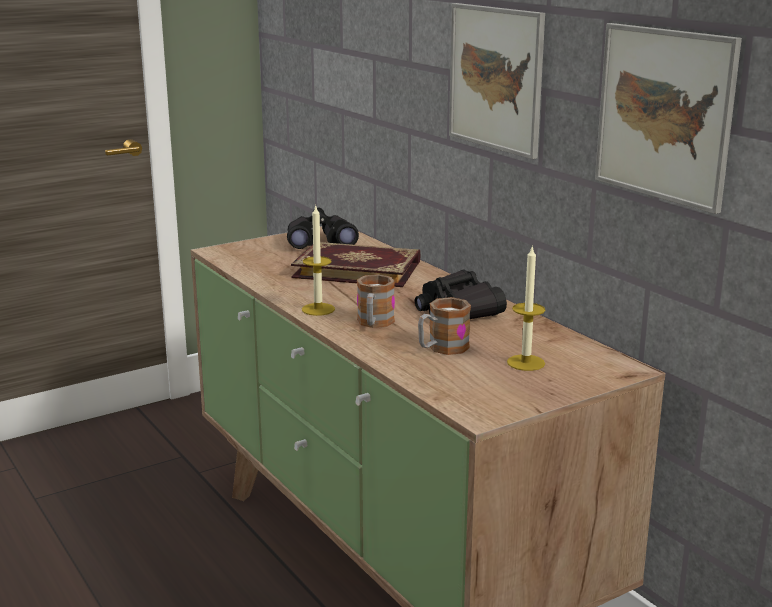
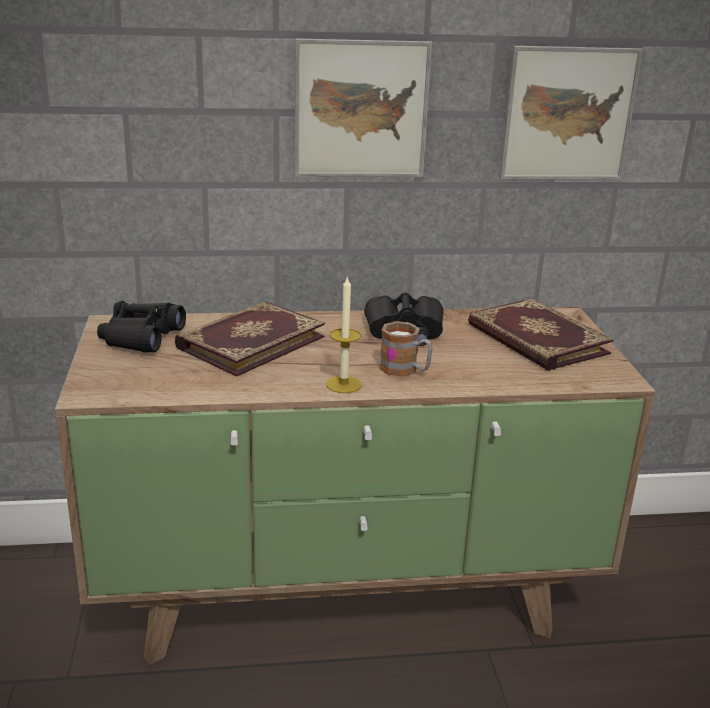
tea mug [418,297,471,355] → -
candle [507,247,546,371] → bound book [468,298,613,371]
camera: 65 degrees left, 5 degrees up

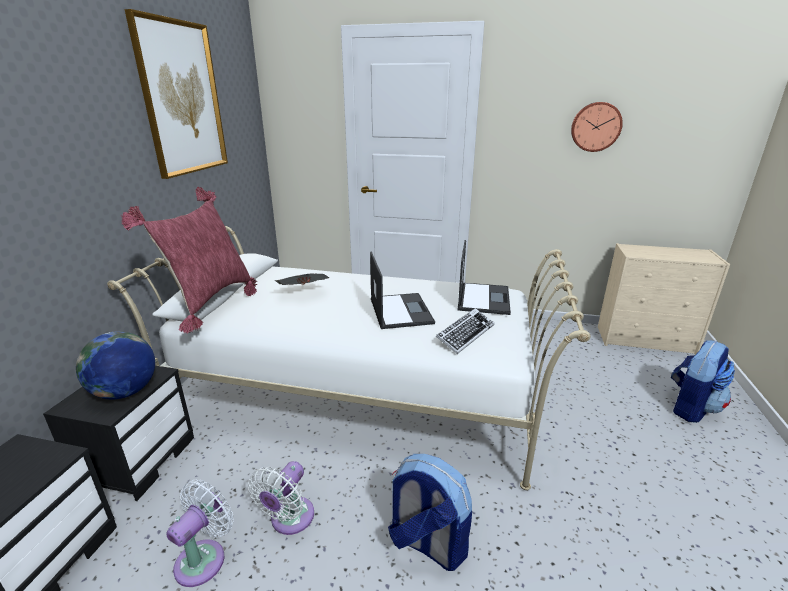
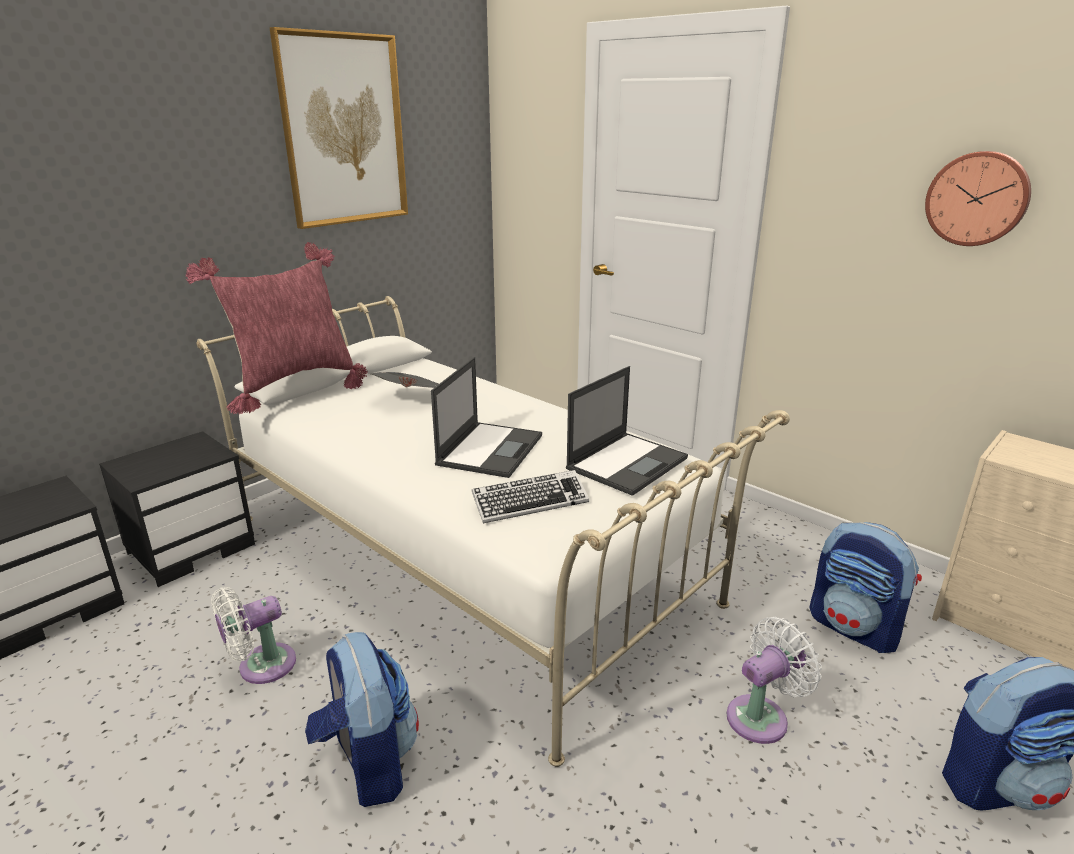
globe [76,331,155,399] → -
- → rucksack [809,522,922,653]
white fan [166,480,234,587] → white fan [727,617,822,744], moved
camera: 30 degrees right, 0 degrees up

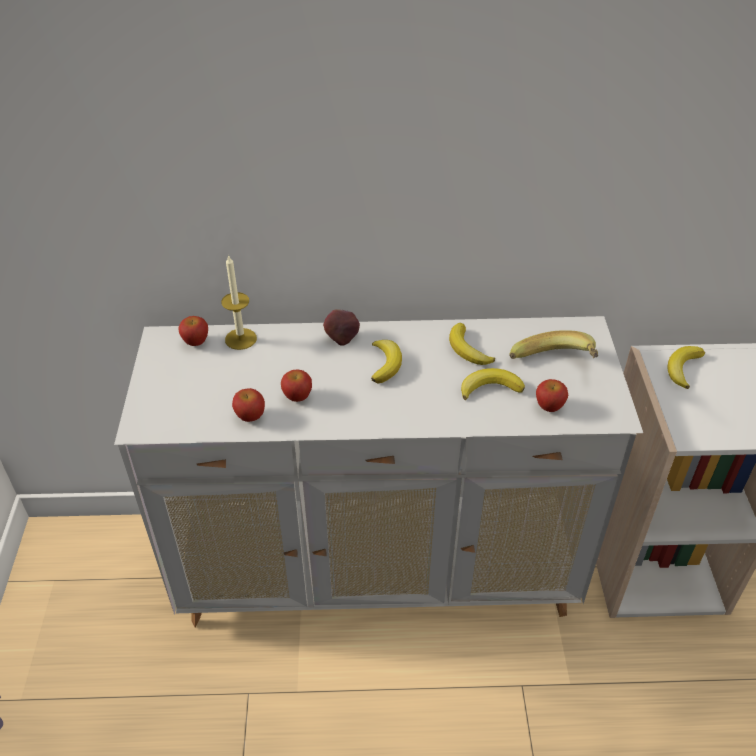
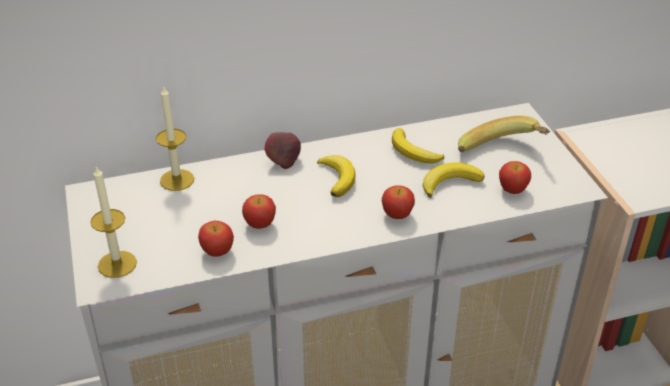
whole banana [667,346,705,389] → -
- → candle [90,165,137,278]
whole apple [179,316,208,346] → whole apple [382,185,415,219], moved
camera: 15 degrees left, 5 degrees down

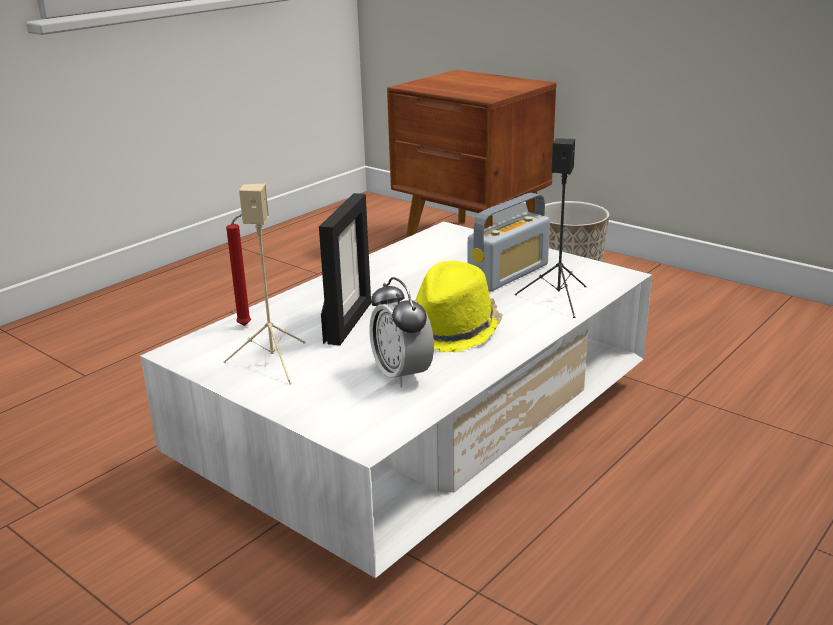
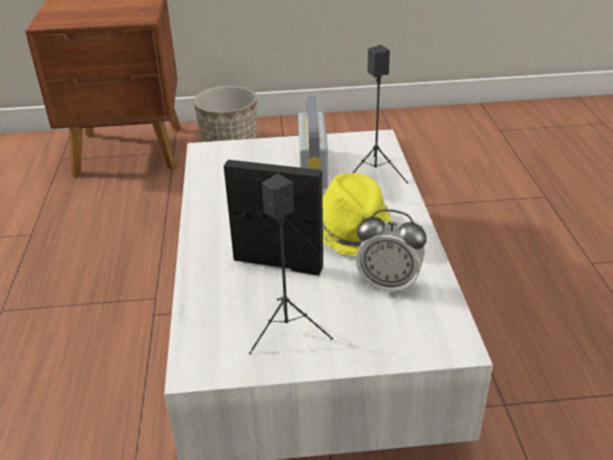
red-coloured candle [226,214,251,326] → -
beige-coloured audio speaker [223,184,306,385] → blackish audio speaker [249,173,333,354]
standing frame [319,193,371,345] → standing frame [224,160,323,276], 45 degrees counterclockwise
camera: 45 degrees left, 10 degrees up

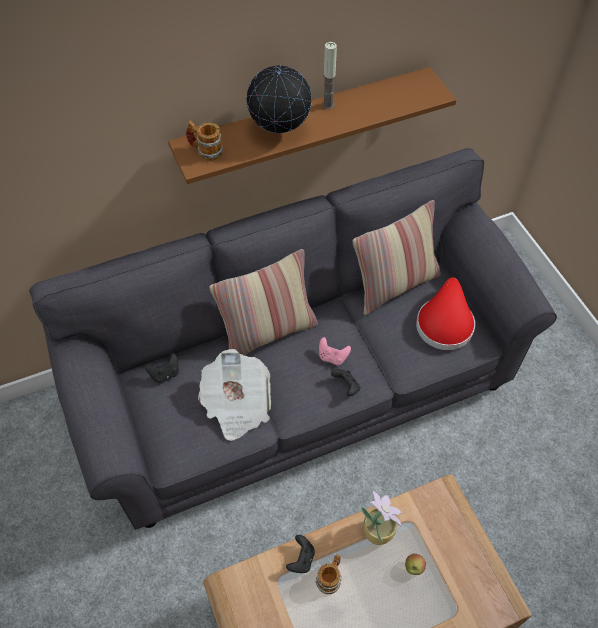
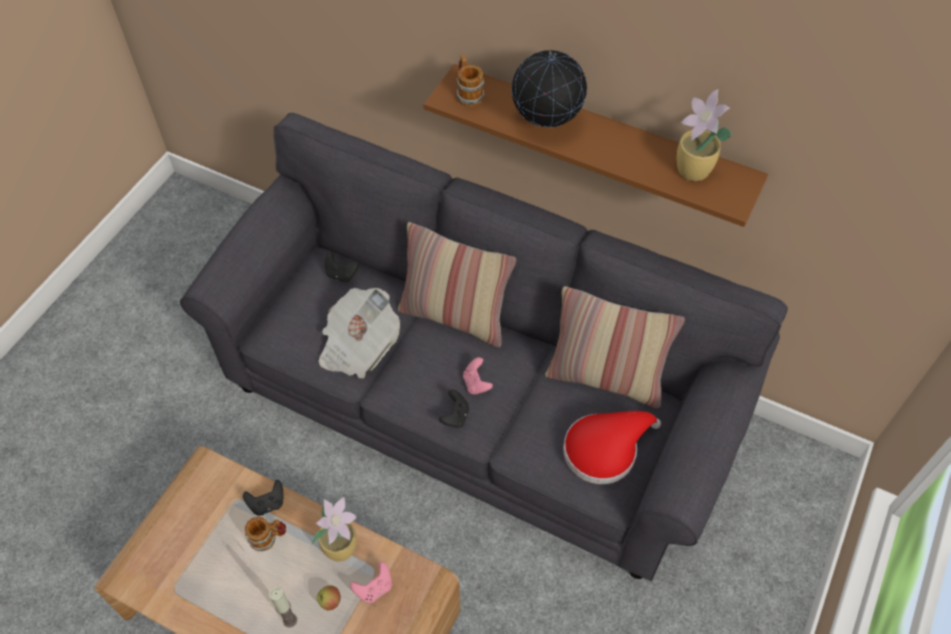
- → pink-coloured joypad [350,561,392,603]
- → houseplant [677,89,731,181]
candle [322,42,337,109] → candle [269,587,297,628], moved
camera: 50 degrees right, 0 degrees up

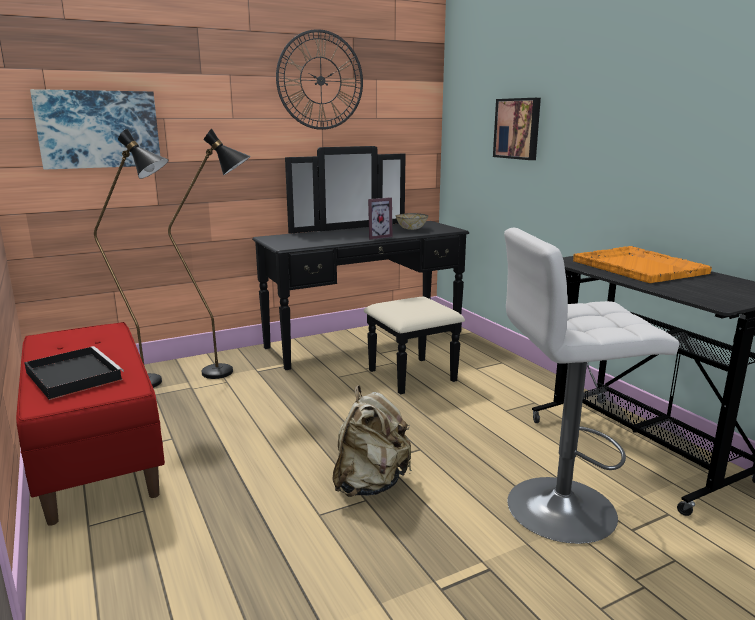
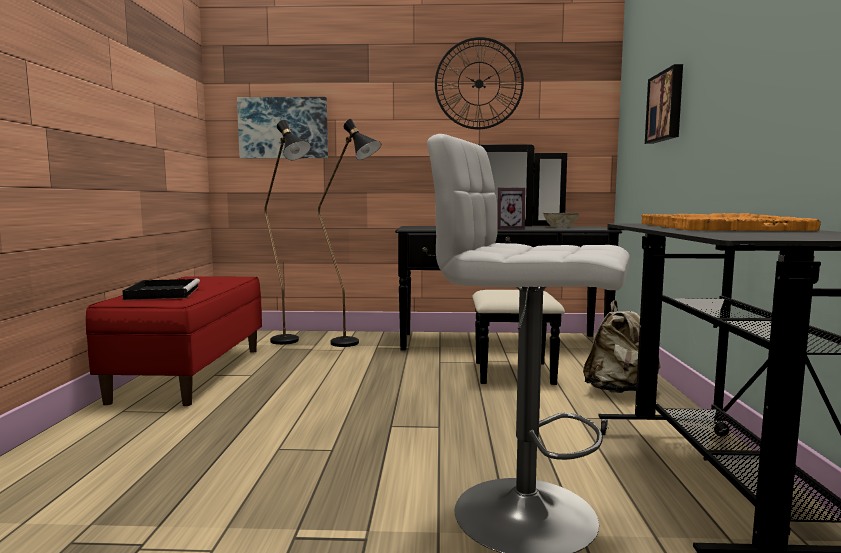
beige-coloured rucksack [332,385,412,497] → beige-coloured rucksack [583,300,661,393], moved
camera: 30 degrees right, 10 degrees down

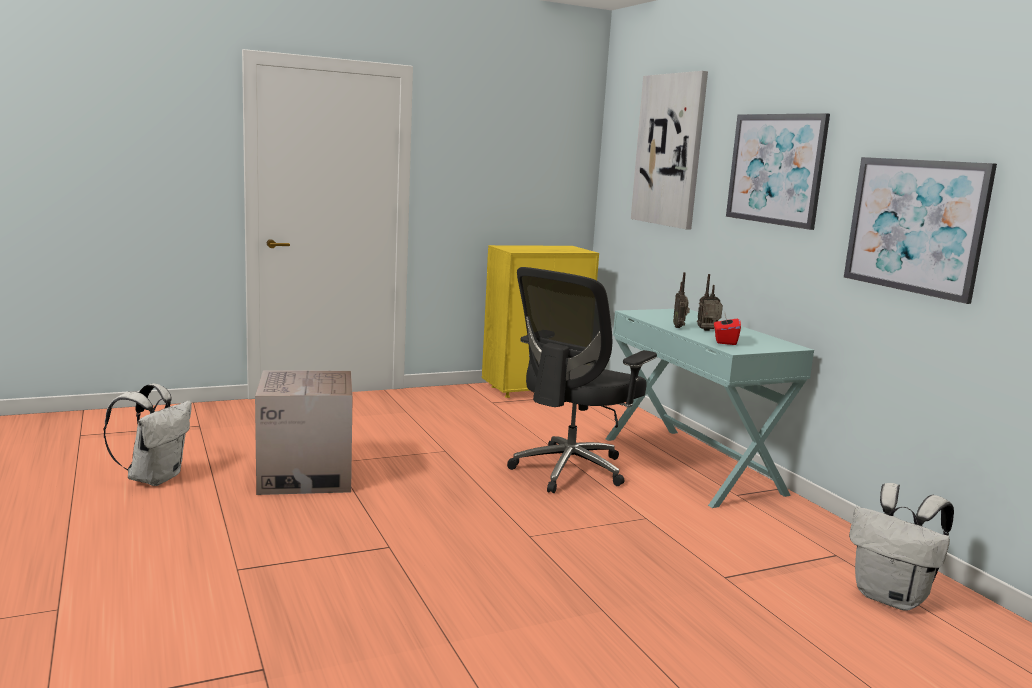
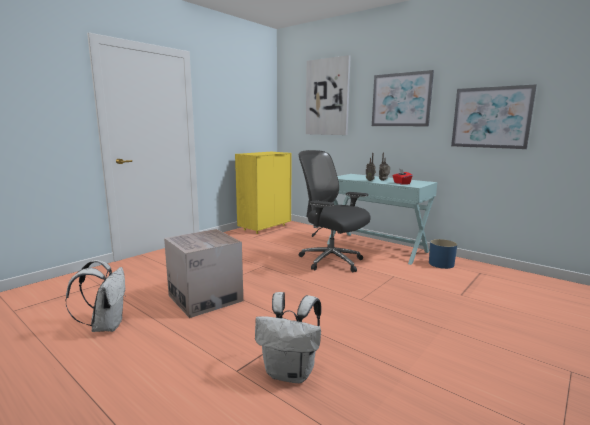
- → blue-coloured plant pot [429,239,457,269]
white rucksack [849,483,954,611] → white rucksack [255,292,321,383], moved
computer chair [507,267,657,493] → computer chair [299,150,371,272], 120 degrees clockwise
camera: 25 degrees left, 0 degrees up

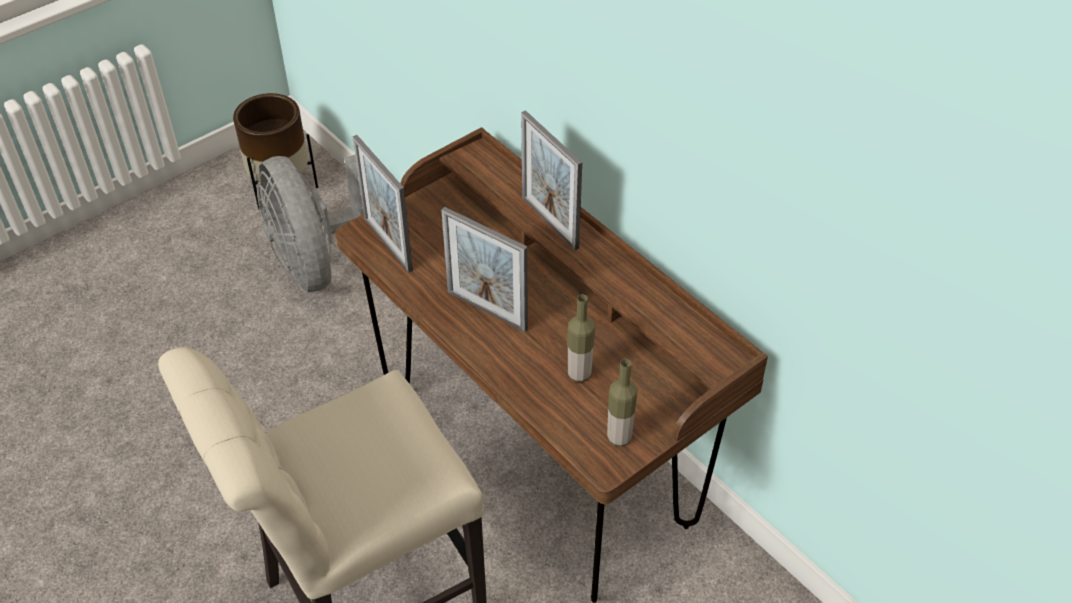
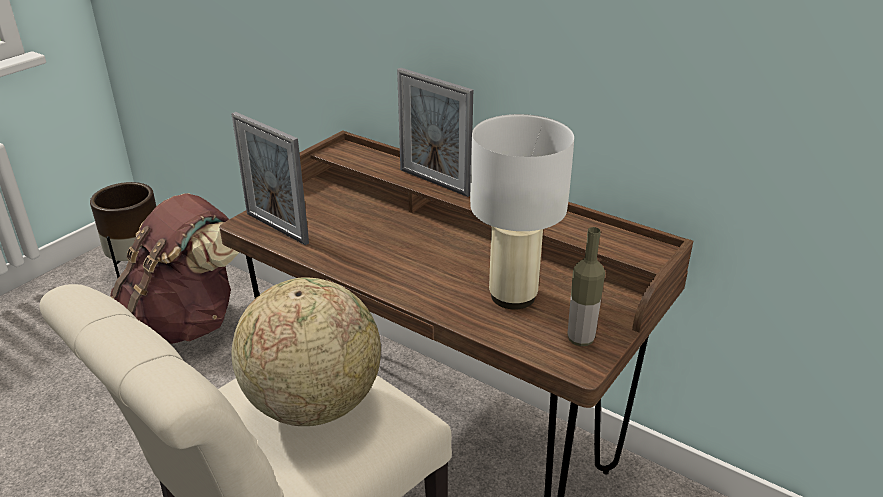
standing frame [441,207,528,332] → -
- → globe [232,277,381,426]
greyish fan [257,155,364,292] → brown rucksack [110,193,239,344]
bottle [568,294,595,382] → white table lamp [470,114,574,310]
camera: 15 degrees left, 15 degrees down

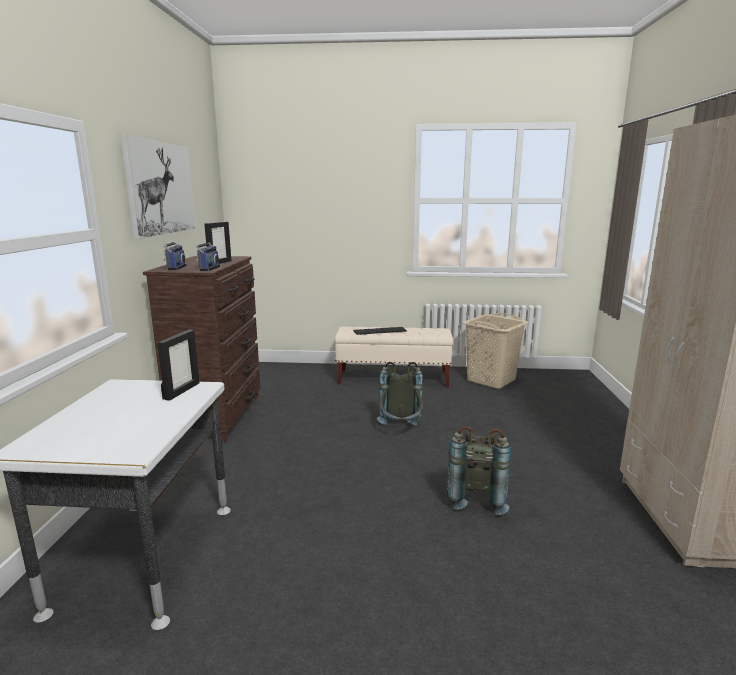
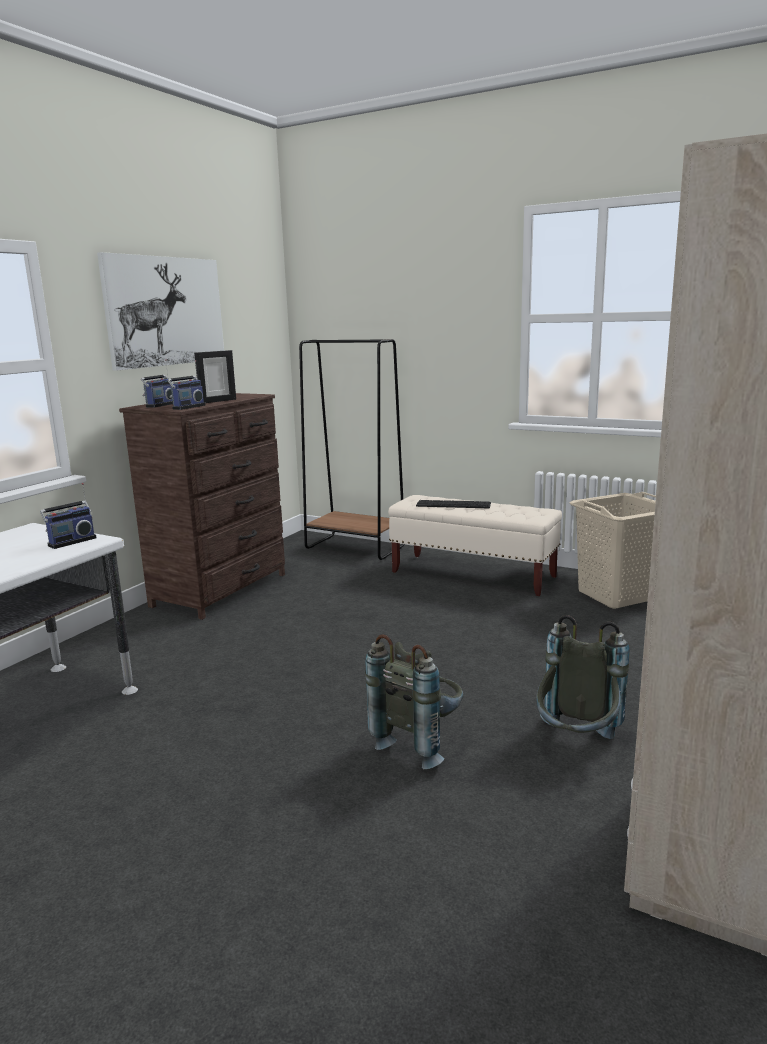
- → clothes rack [299,339,404,560]
greyish rucksack [377,362,423,425] → greyish rucksack [536,615,630,739], moved
standing frame [157,330,200,401] → radio set [40,483,97,549]
camera: 25 degrees right, 0 degrees up

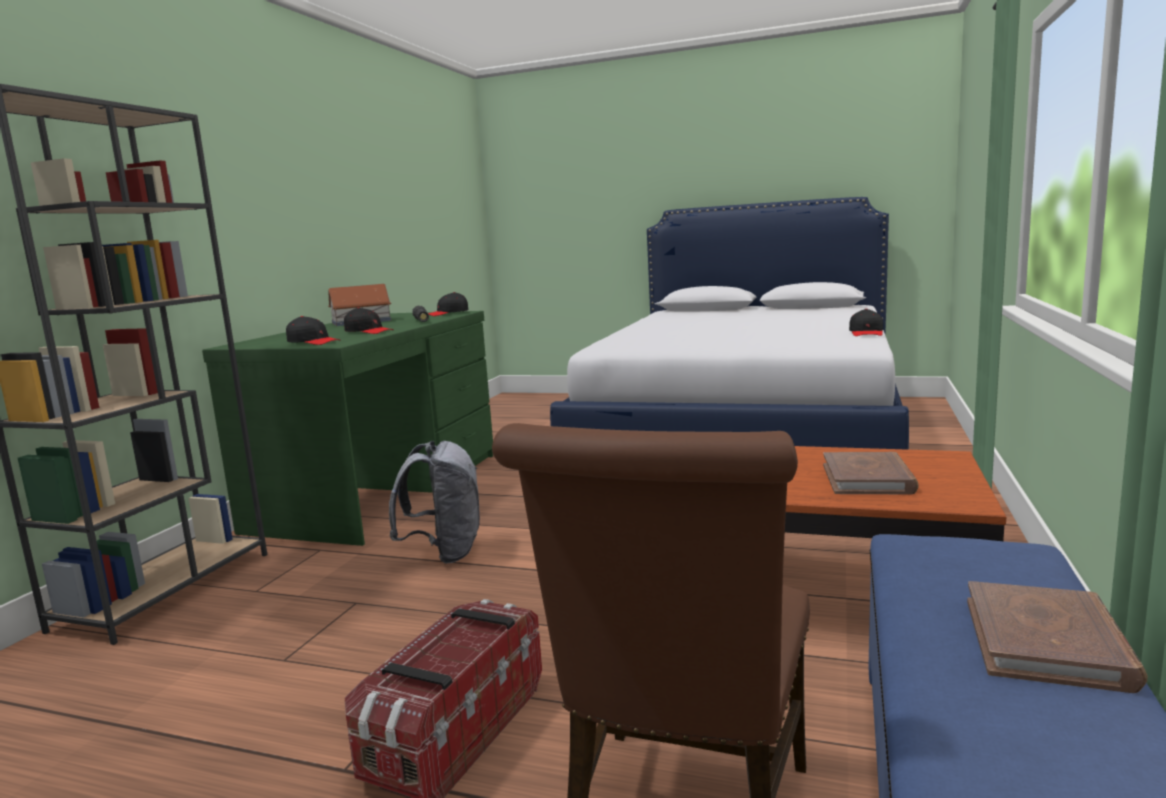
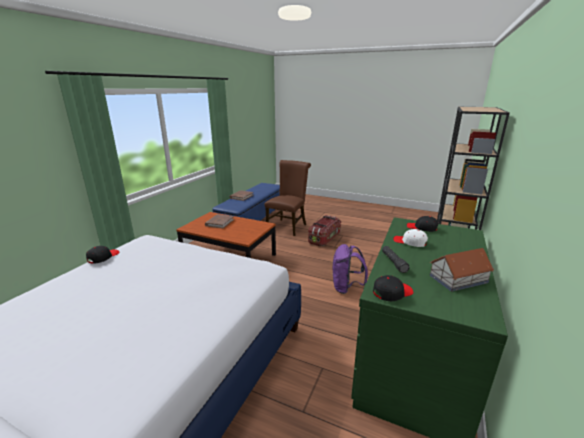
blackish peaked cap [344,307,393,334] → white peaked cap [393,229,428,247]
greyish rucksack [389,441,480,563] → purple rucksack [333,244,368,294]
camera: 175 degrees left, 10 degrees up

